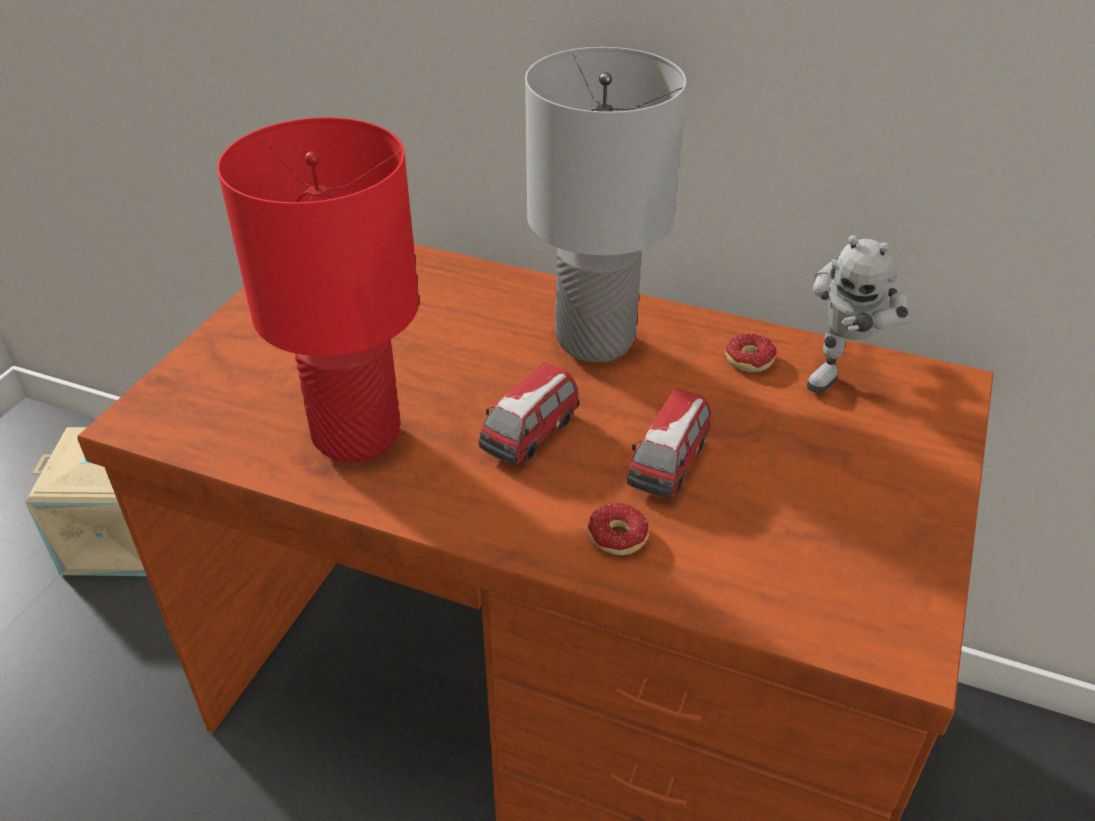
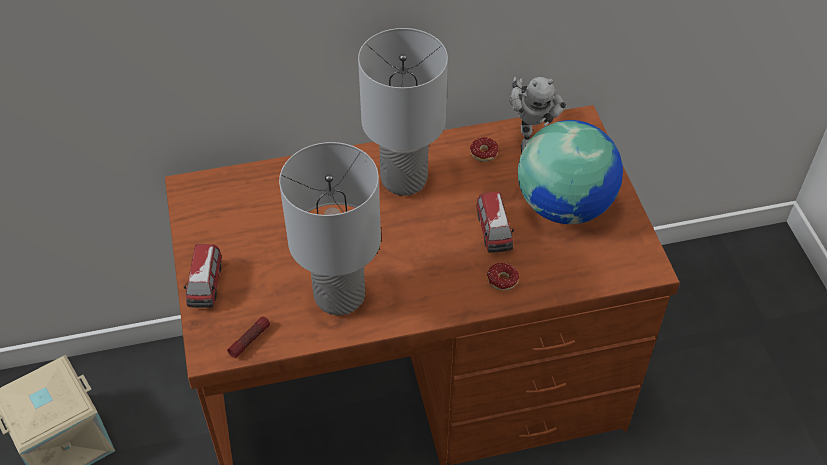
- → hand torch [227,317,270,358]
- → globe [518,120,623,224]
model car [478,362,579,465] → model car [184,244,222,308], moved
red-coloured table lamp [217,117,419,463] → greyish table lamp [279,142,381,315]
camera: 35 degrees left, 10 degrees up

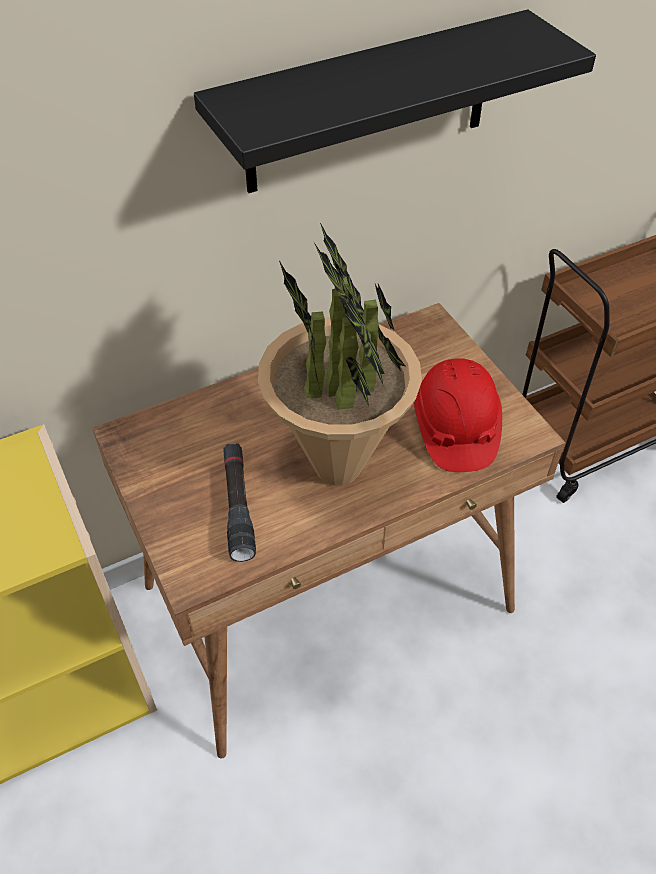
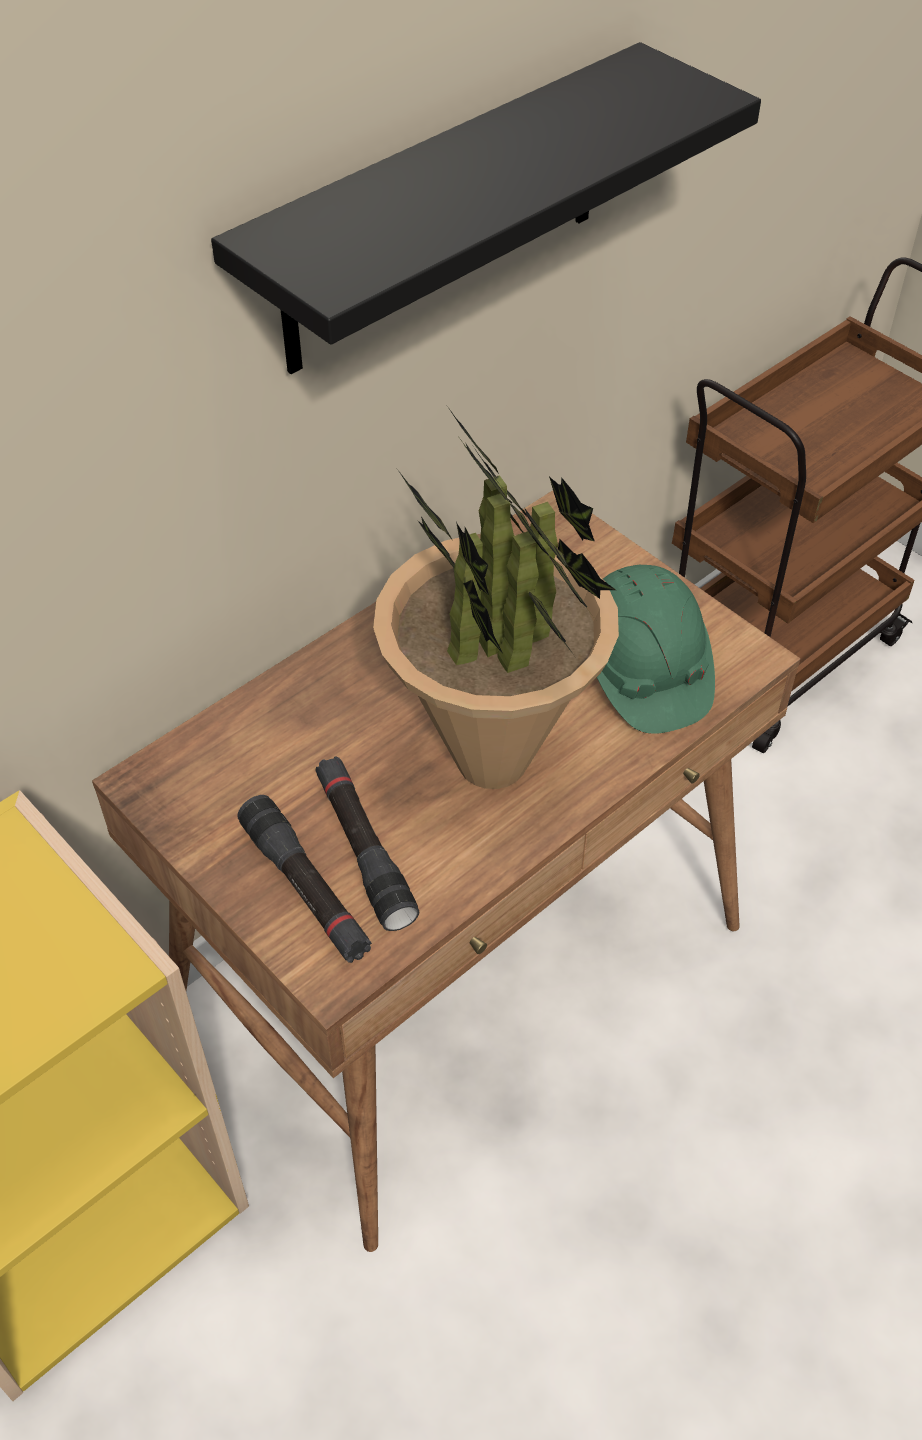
- → blackish hand torch [237,795,372,963]
red-coloured hard hat [414,358,502,472] → green-coloured hard hat [597,564,715,734]
camera: 15 degrees left, 0 degrees up

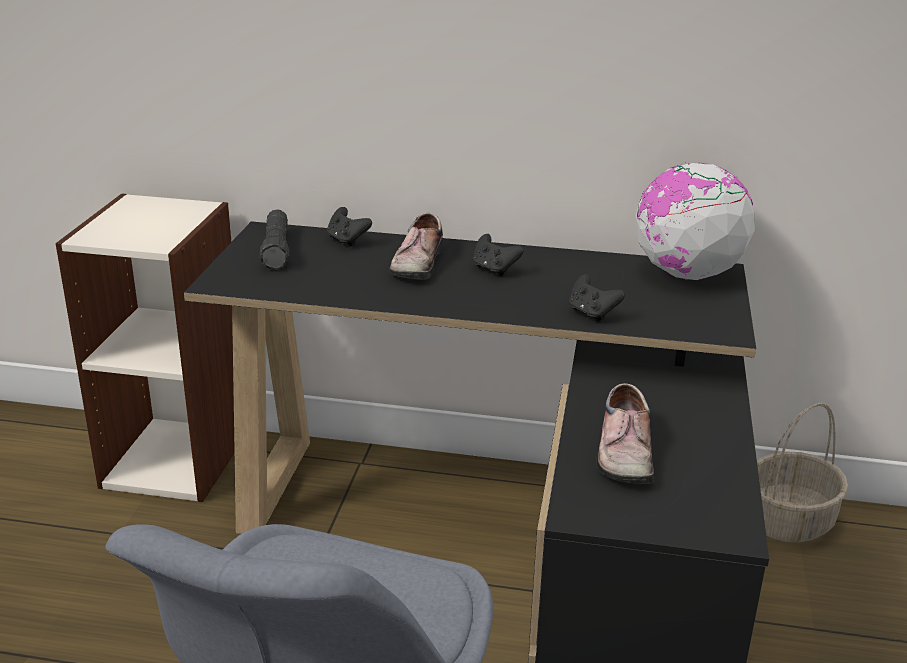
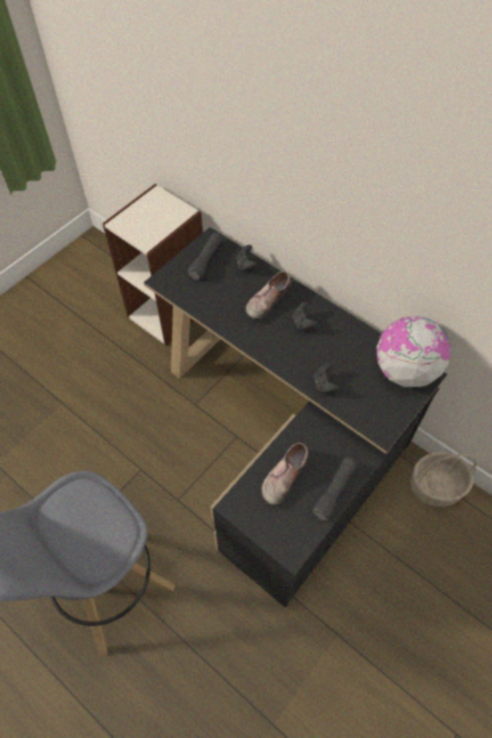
- → blackish hand torch [312,458,356,521]
camera: 30 degrees right, 30 degrees up

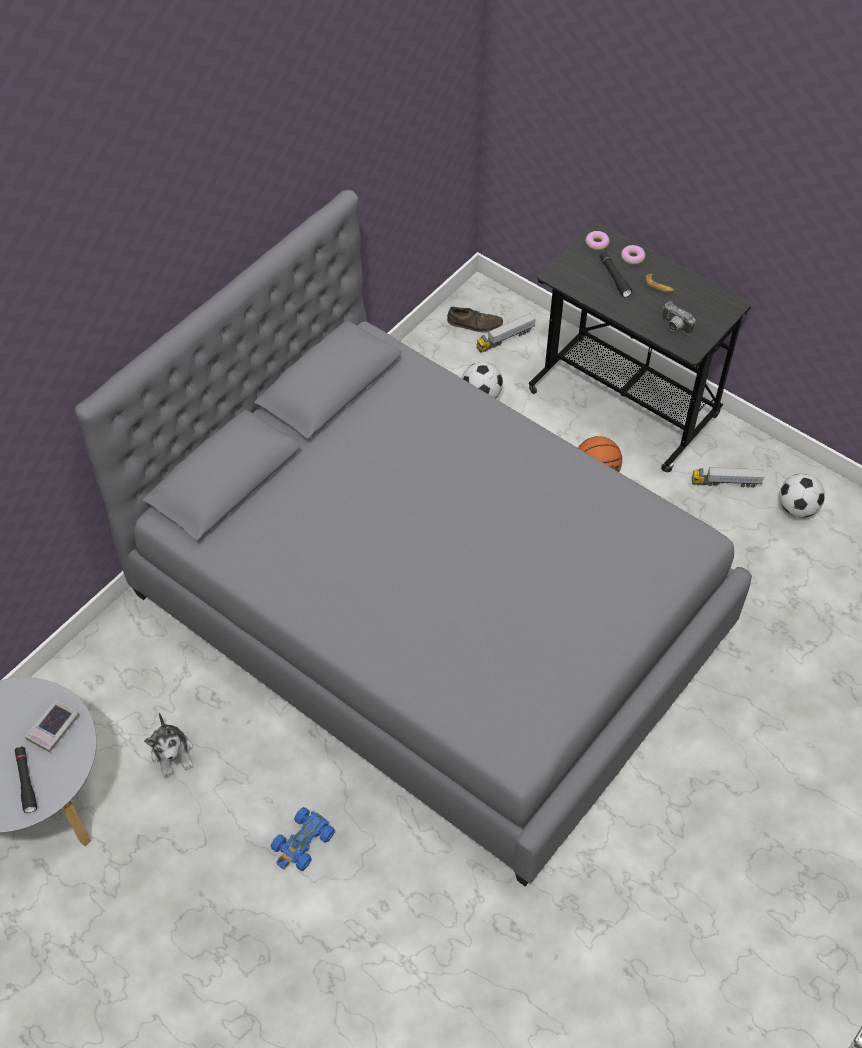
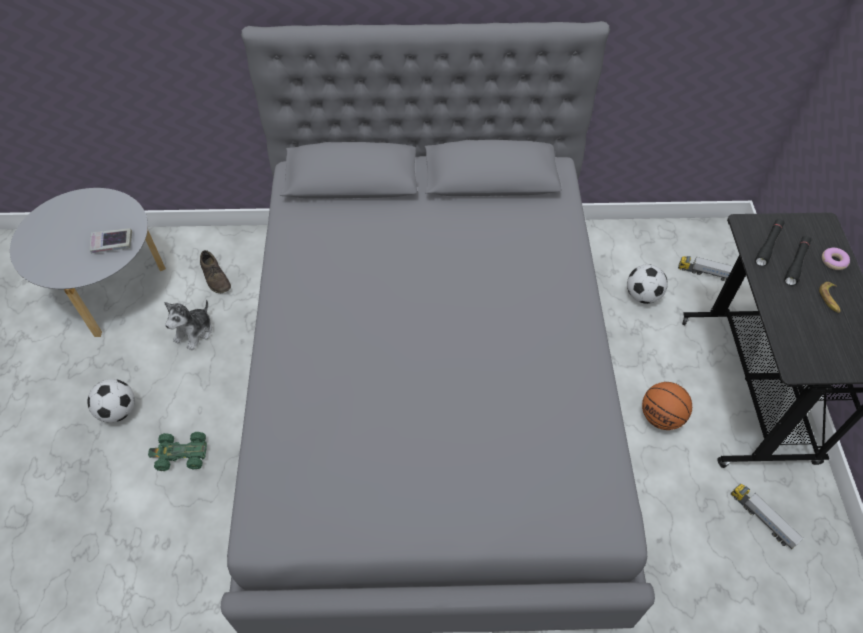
ring doughnut [585,231,609,250] → -
still camera [662,301,695,335] → -
blackish hand torch [15,746,37,813] → blackish hand torch [755,219,784,266], moved
brown shoe [447,307,503,333] → brown shoe [200,250,231,293], moved
ball for football [779,473,825,518] → ball for football [87,379,135,423], moved
blue-coloured model car [271,807,335,871] → green-coloured model car [148,432,207,471]
camera: 50 degrees right, 0 degrees up

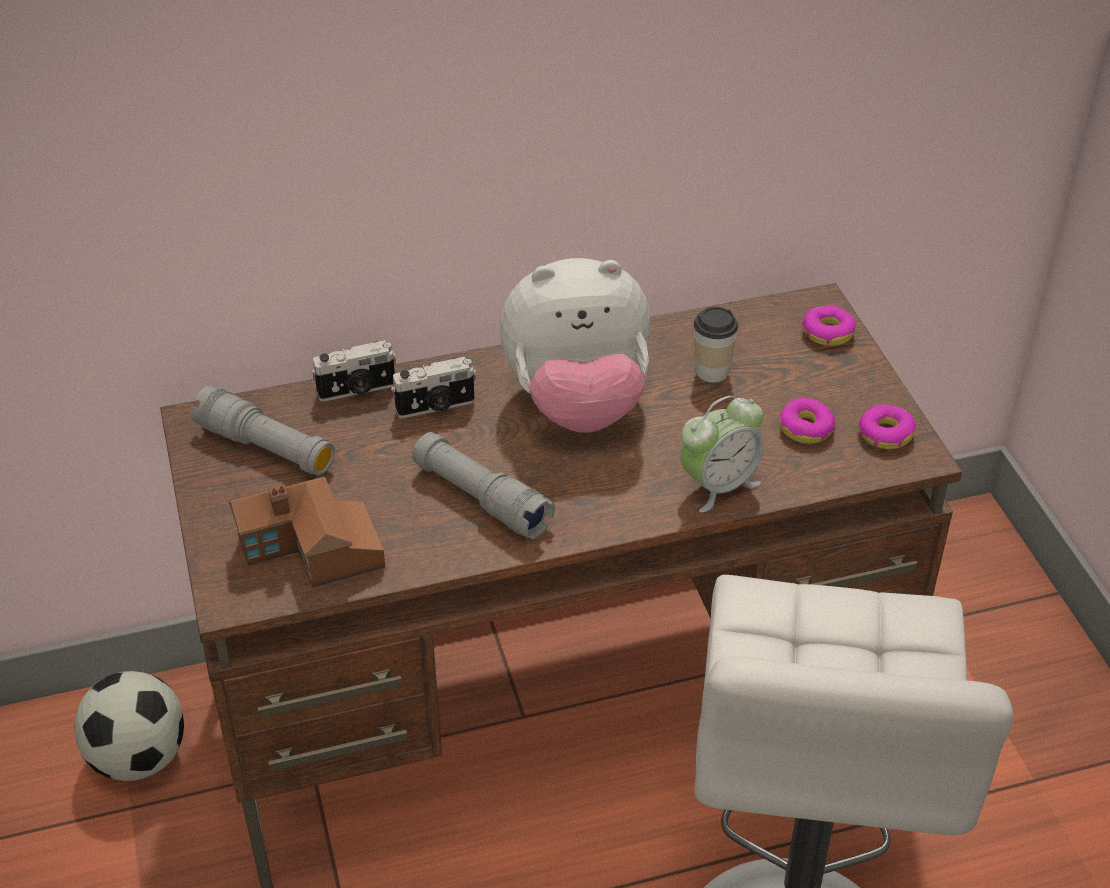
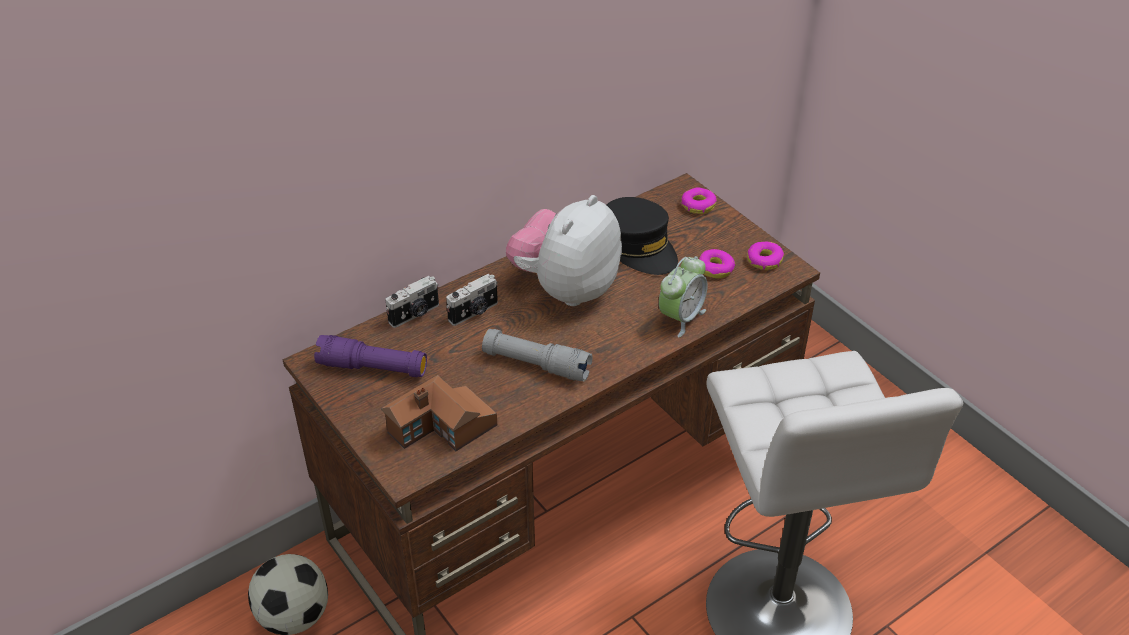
cup [694,307,738,383] → blackish peaked cap [607,197,678,275]
greyish hand torch [191,386,335,476] → purple hand torch [314,335,427,377]
cuddly toy [500,258,651,433] → cuddly toy [506,195,622,306], 150 degrees clockwise
camera: 20 degrees left, 0 degrees up

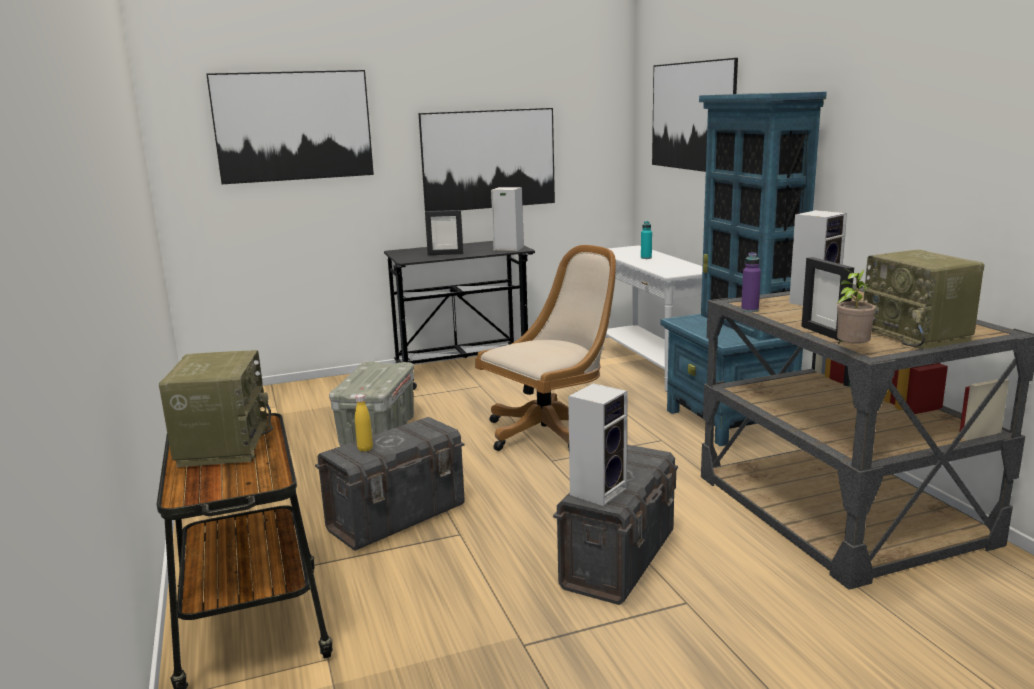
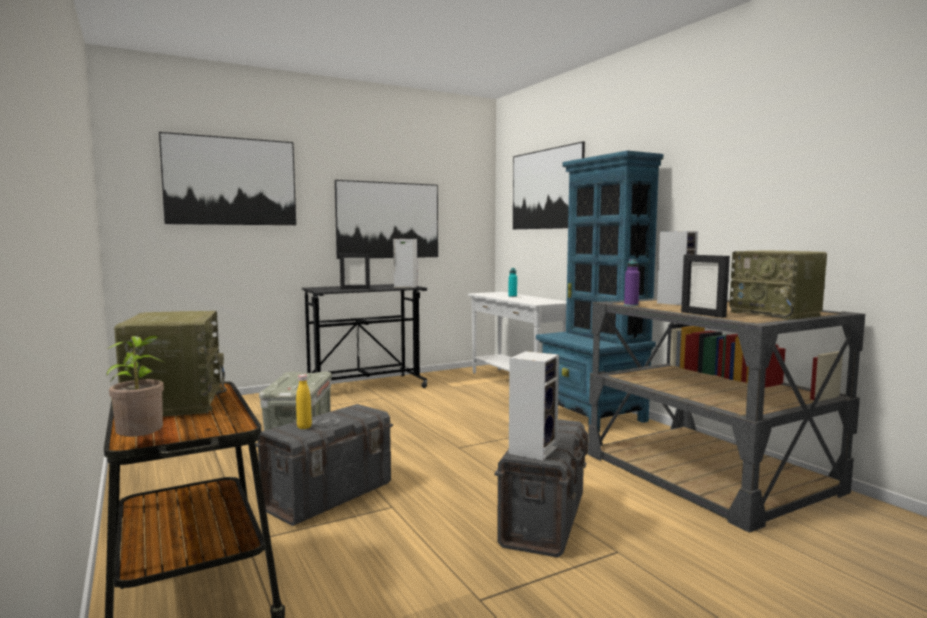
computer chair [475,245,616,451] → -
houseplant [837,268,876,345] → houseplant [106,335,164,437], moved
camera: 10 degrees left, 10 degrees down

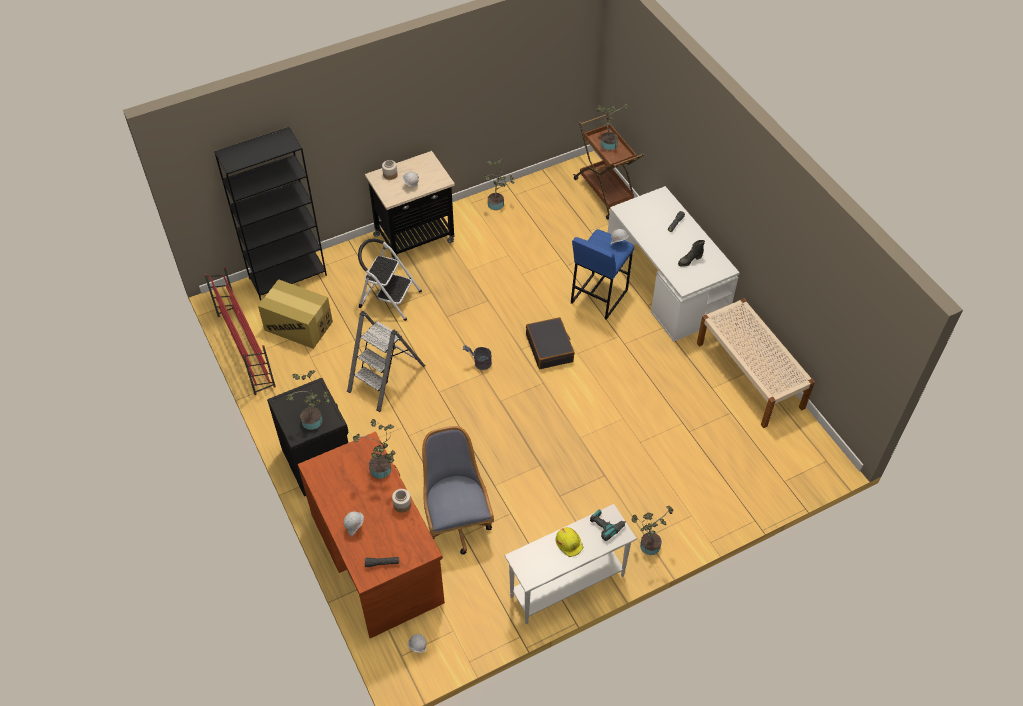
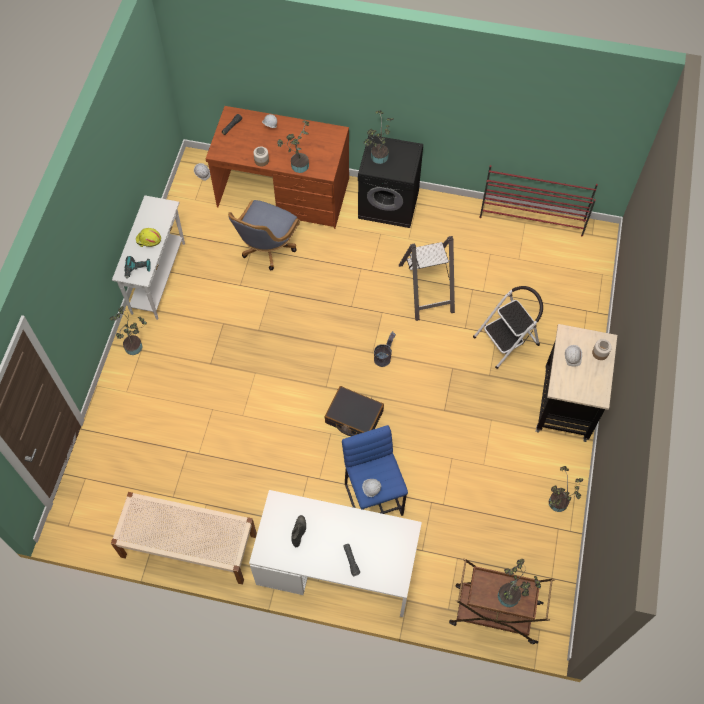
blackish bookcase [214,127,327,300] → -
carton [258,279,333,349] → -
blue-coloured computer chair [422,426,494,555] → blue-coloured computer chair [228,200,300,270], 90 degrees clockwise
camera: 130 degrees right, 10 degrees up

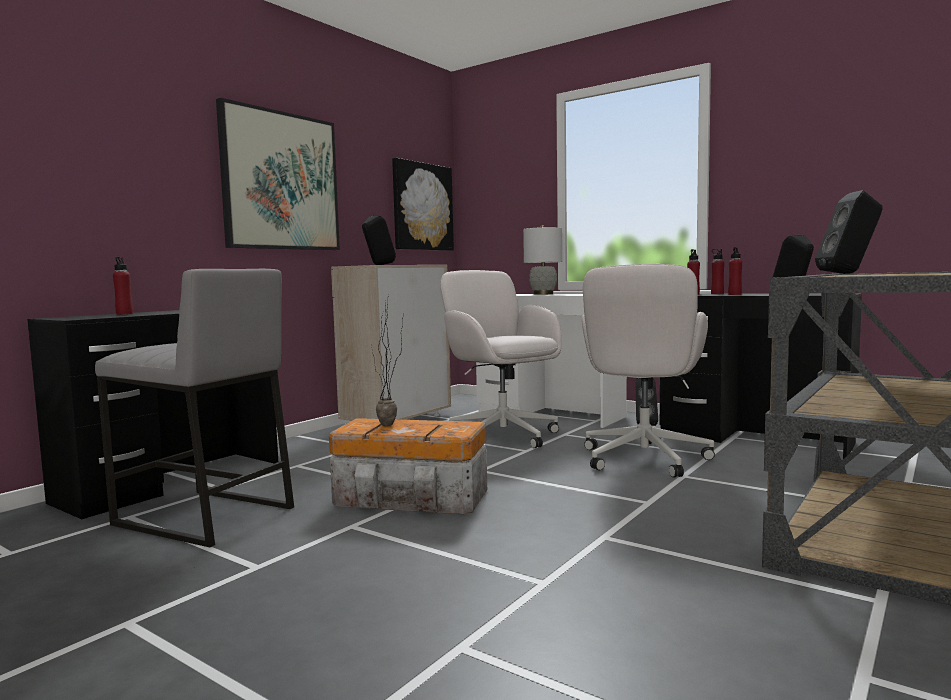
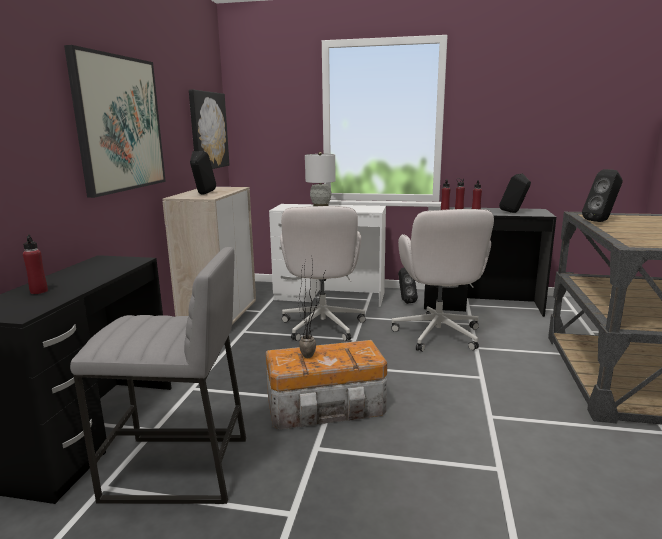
white computer chair [440,270,561,448] → white computer chair [280,206,366,341], 120 degrees counterclockwise
camera: 25 degrees left, 10 degrees up

